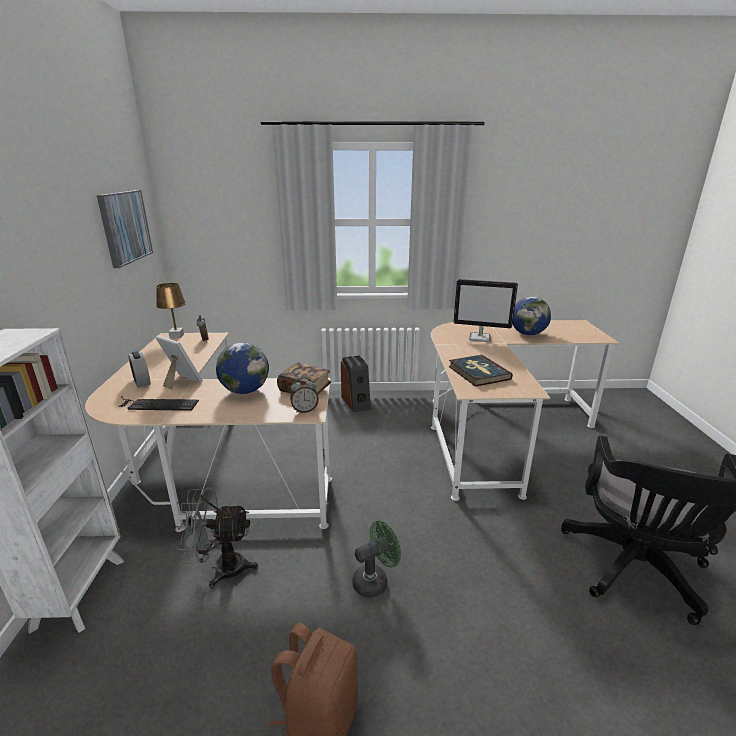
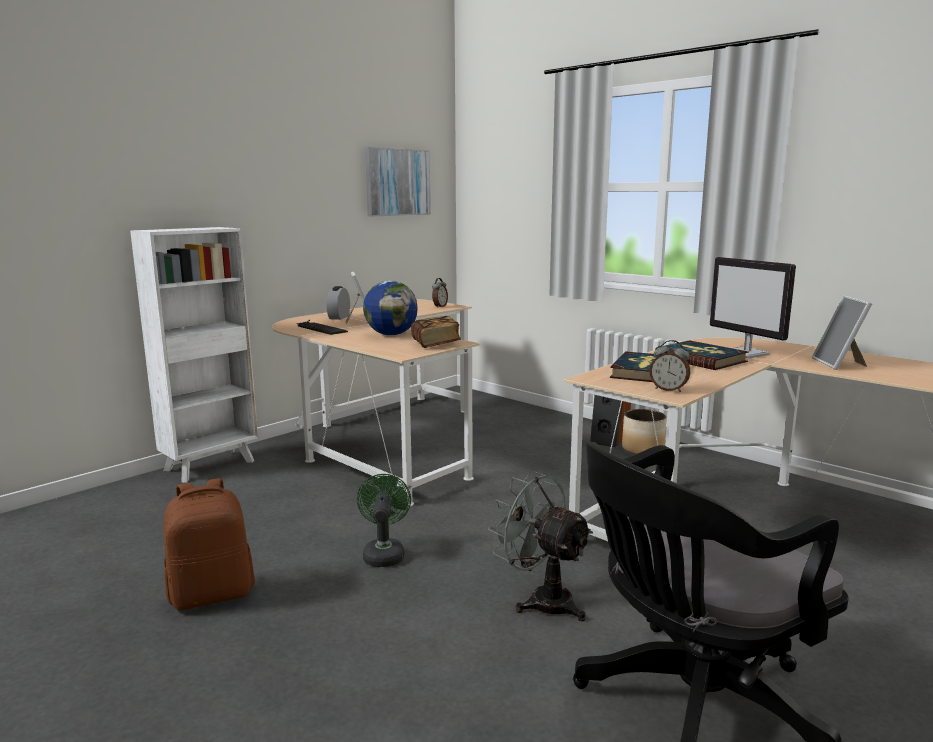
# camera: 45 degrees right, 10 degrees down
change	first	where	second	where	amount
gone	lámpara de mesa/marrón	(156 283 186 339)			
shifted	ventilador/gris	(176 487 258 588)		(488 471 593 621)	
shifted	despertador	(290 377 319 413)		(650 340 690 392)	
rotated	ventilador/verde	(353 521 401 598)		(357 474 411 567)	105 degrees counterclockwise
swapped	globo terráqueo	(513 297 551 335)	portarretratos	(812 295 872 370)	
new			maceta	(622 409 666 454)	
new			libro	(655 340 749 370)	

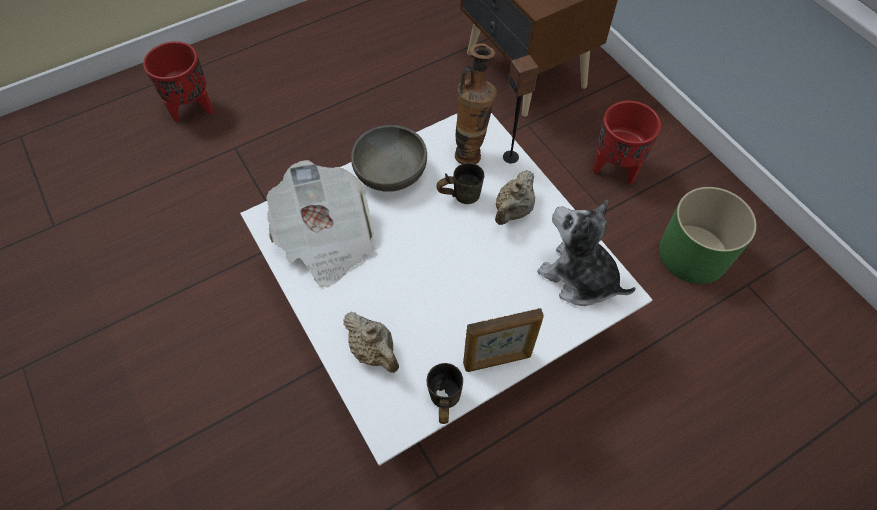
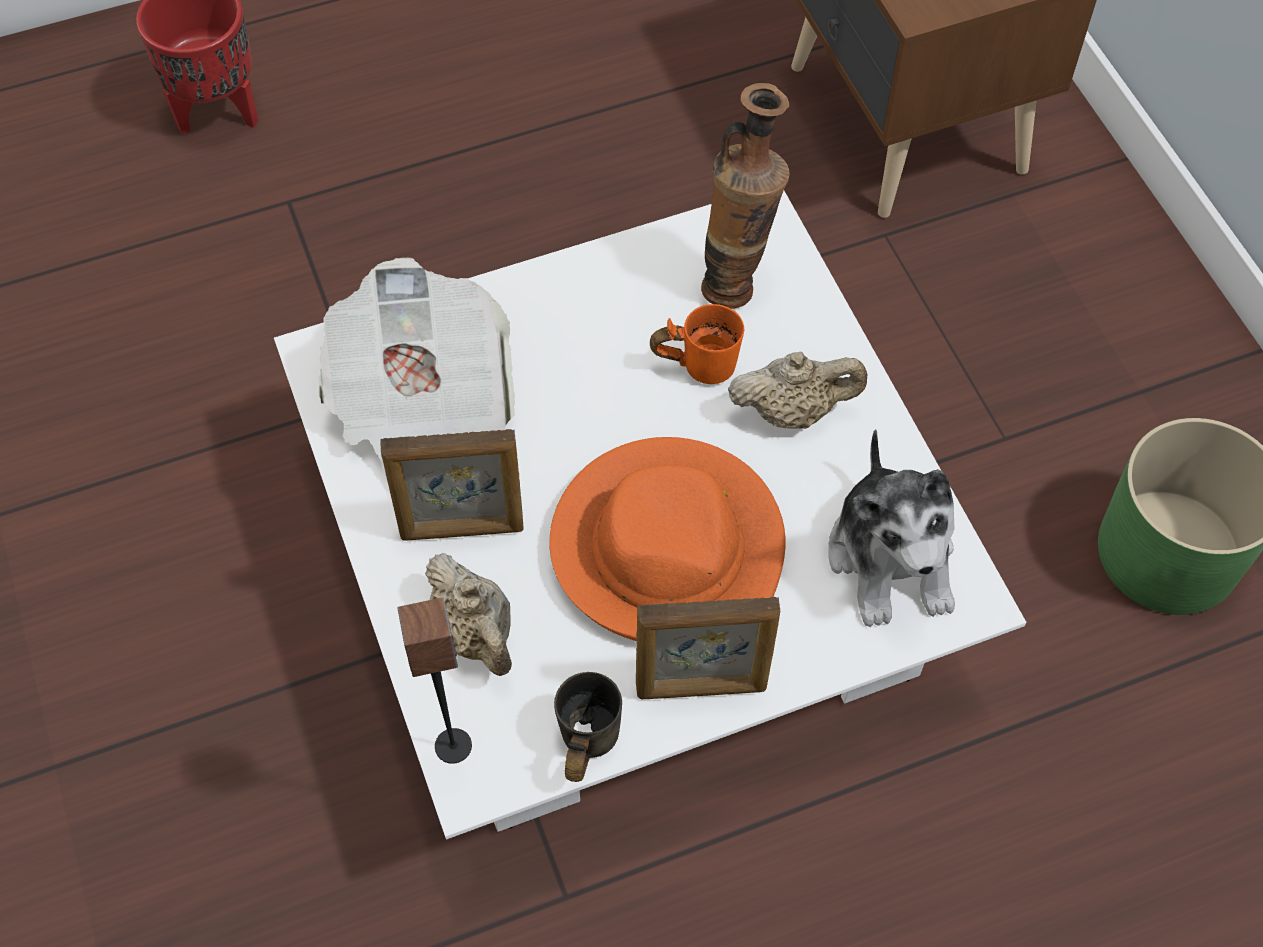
# camera: 10 degrees right, 0 degrees up
change	first	where	second	where	amount
gone	cuenco/gris	(351 125 427 192)			
repainted	taza grande/gris	(436 163 484 204)	taza grande/naranja	(650 304 744 384)	
rotated	tetera/beis	(495 170 535 225)		(728 352 867 429)	135 degrees counterclockwise
shifted	altavoz	(503 55 538 163)		(398 598 472 764)	
rotated	peluche	(537 200 636 306)		(828 429 955 627)	150 degrees counterclockwise
gone	maceta/rojo	(593 101 661 184)			
new			portarretratos	(381 429 524 541)	
new			sombrero/naranja	(550 437 785 641)	

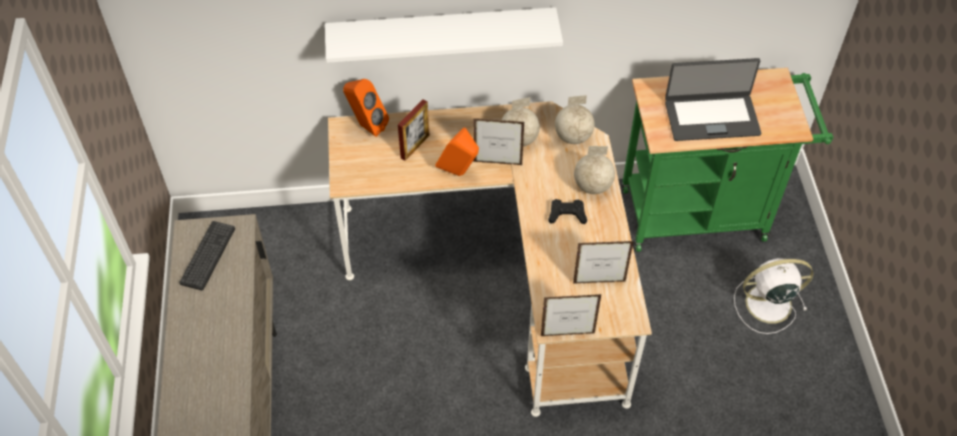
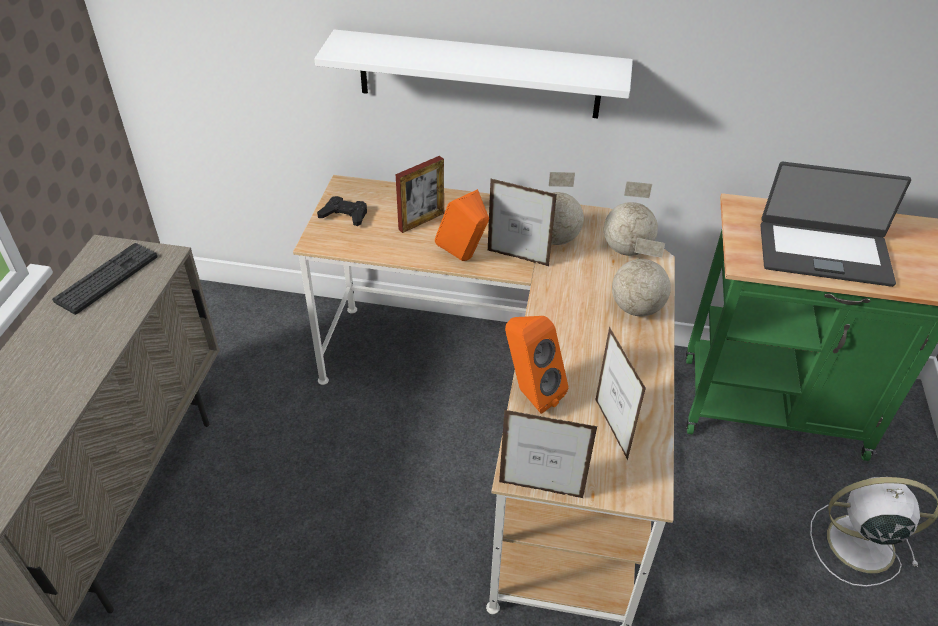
# camera: 15 degrees right, 10 degrees down
change	first	where	second	where	amount
shifted	altavoz/naranja	(343 79 389 137)		(505 316 569 414)	
shifted	mando de consola/negro	(548 199 587 224)		(317 196 367 226)	
rotated	portarretratos	(573 241 634 284)		(596 326 646 460)	60 degrees clockwise

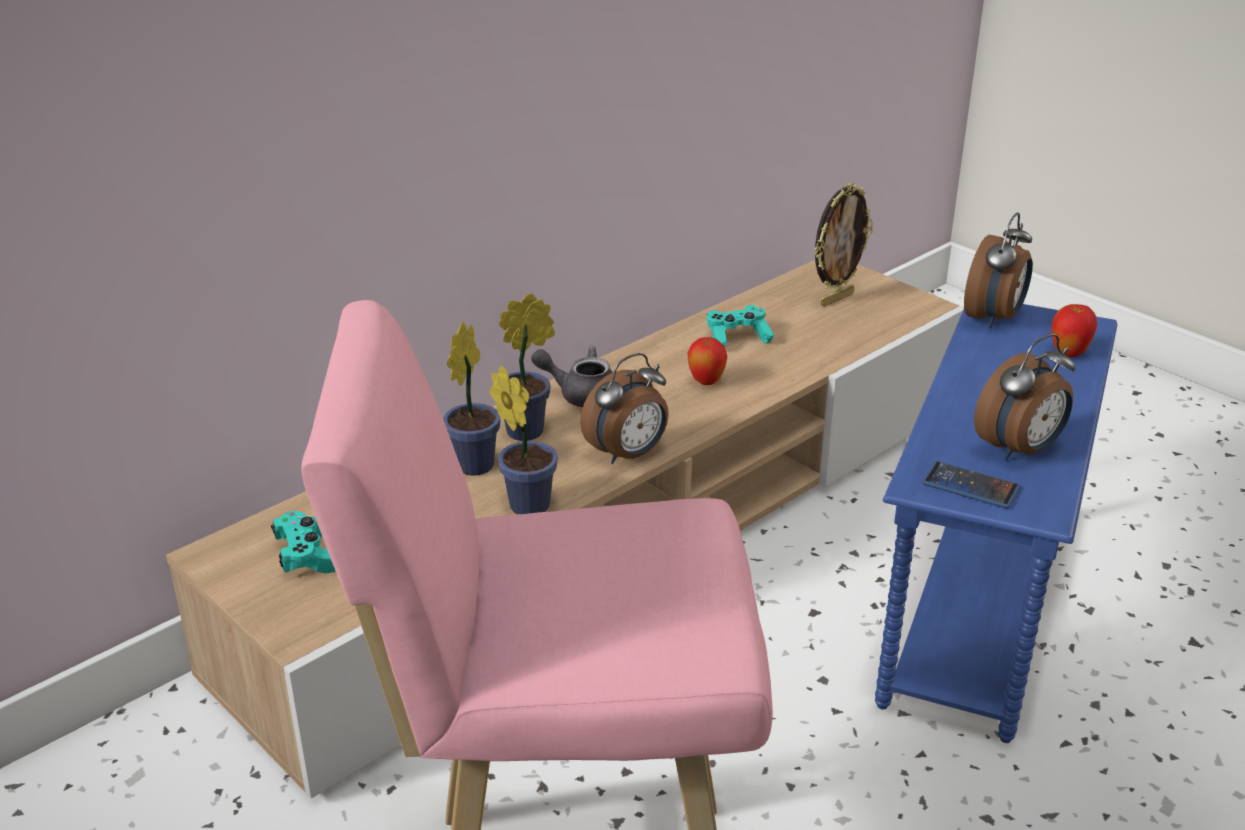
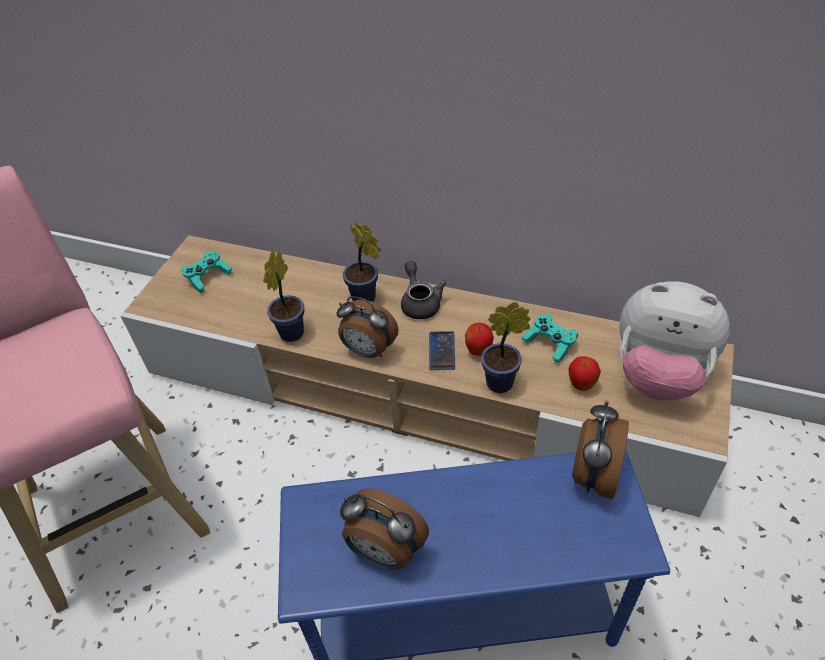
# camera: 65 degrees right, 15 degrees up
change	first	where	second	where	amount
shifted	planta en maceta	(443 322 500 476)		(481 302 531 393)	
swapped	portarretratos	(814 183 873 307)	peluche	(619 281 730 401)	
shifted	móvil	(922 461 1021 509)		(429 331 455 370)	
rotated	despertador	(964 212 1033 328)		(572 401 629 499)	105 degrees clockwise
shifted	manzana	(1051 304 1097 358)		(569 356 601 391)	

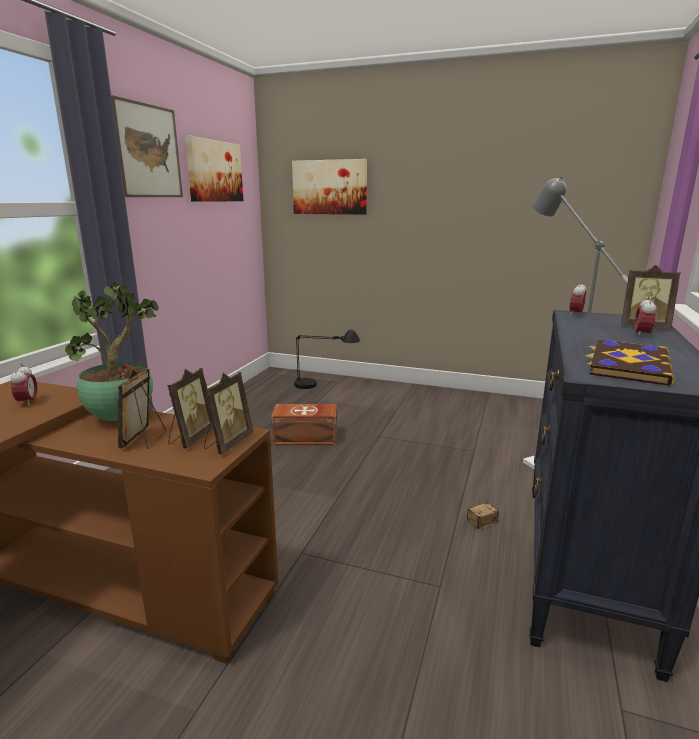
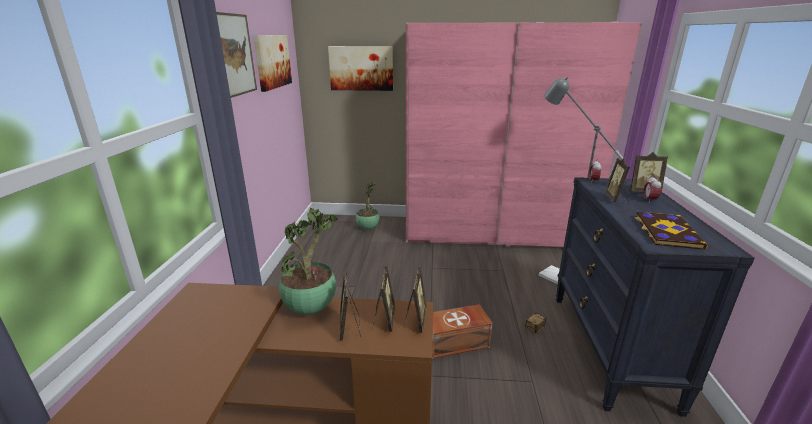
# camera: 15 degrees left, 5 degrees up
change	first	where	second	where	amount
gone	despertador	(10 363 37 406)			
shifted	caja de almacenaje/marrón	(271 404 337 445)		(432 304 493 359)	
swapped	lámpara de mesa/negro	(294 329 360 389)	planta en maceta	(355 182 380 230)	
new			armario ropero/rosa	(406 22 642 247)	
new			portarretratos	(604 158 630 203)	

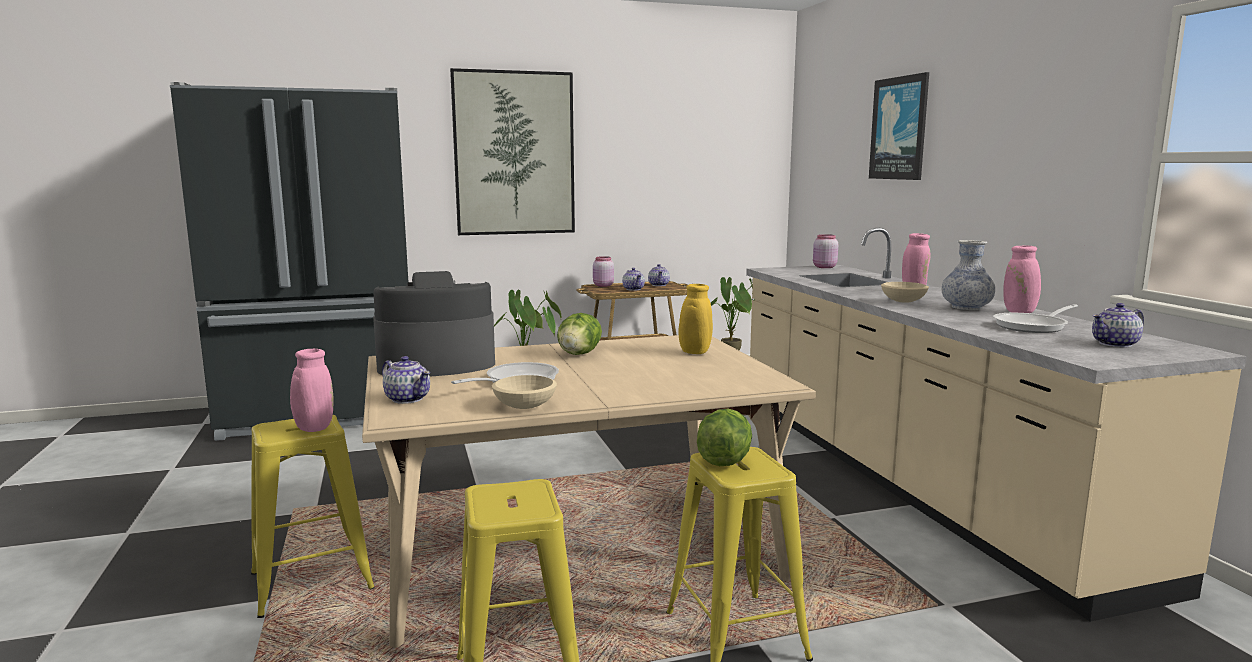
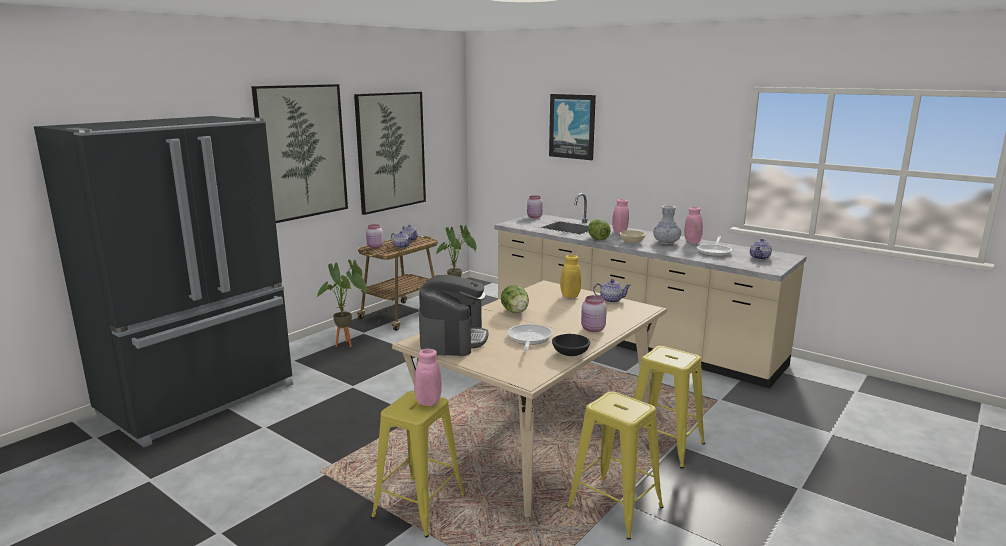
# camera: 35 degrees left, 5 degrees up
change	first	where	second	where	amount
rotated	cafetera	(373 271 495 376)		(419 275 488 356)	150 degrees clockwise
shifted	tetera	(382 356 430 404)		(593 279 631 303)	
repainted	cuenco/beis	(492 375 557 409)	cuenco/negro	(552 334 590 356)	
shifted	lechuga	(697 409 752 466)		(588 219 611 240)	
new			cuadro	(354 92 426 215)	
new			tarro/rosa	(581 295 607 332)	

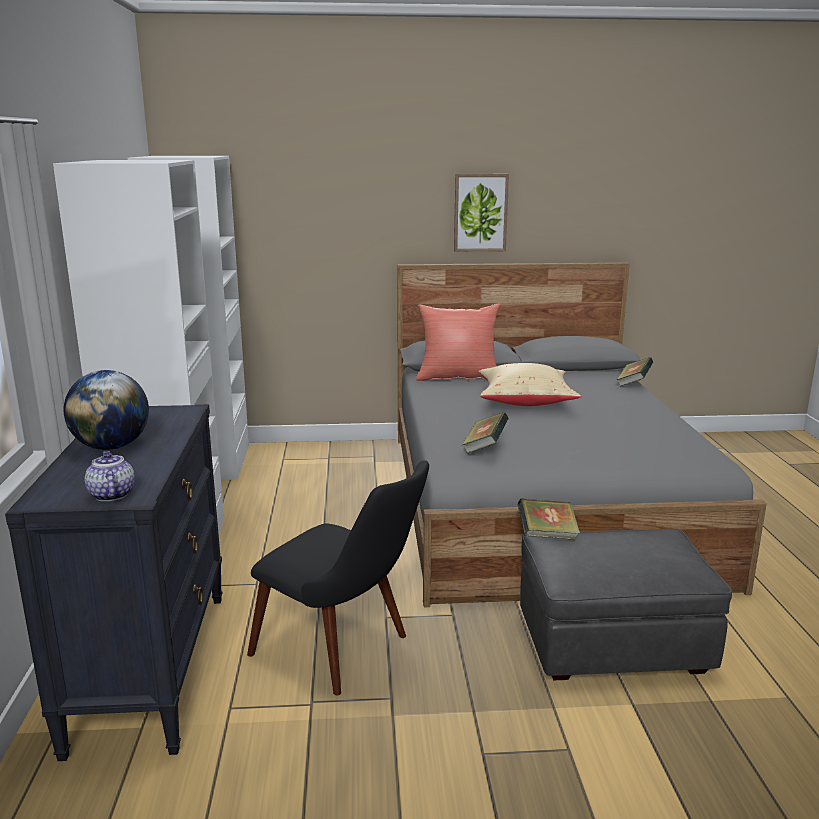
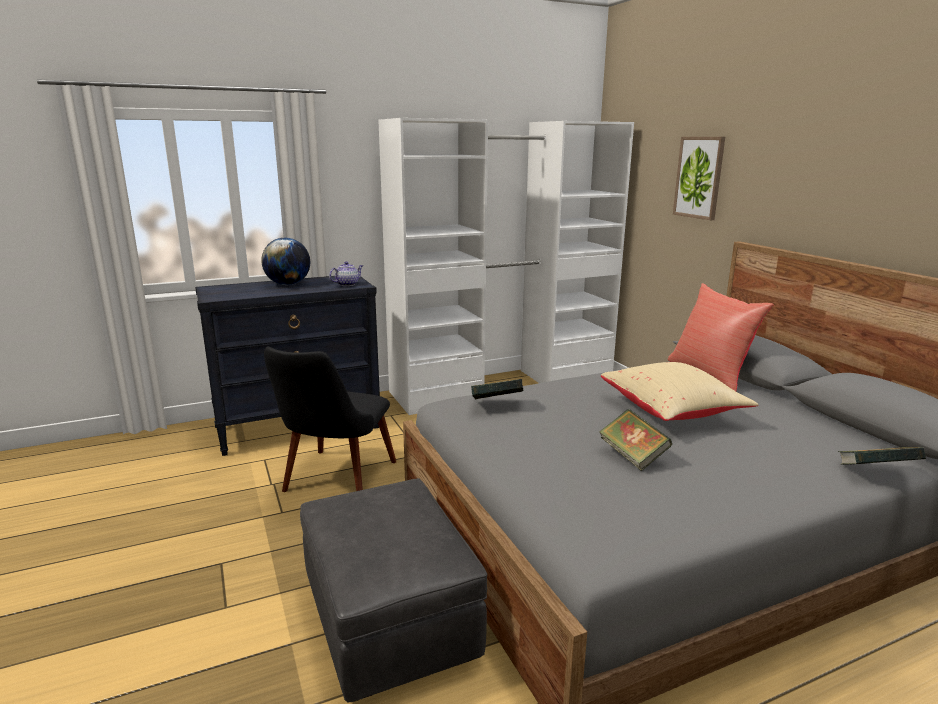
# camera: 70 degrees right, 0 degrees up
change	first	where	second	where	amount
shifted	tetera	(85 451 135 501)		(329 261 363 286)	
shifted	cuadro	(454 174 509 252)		(673 137 725 220)	
shifted	libro	(518 498 580 540)		(599 409 672 471)	

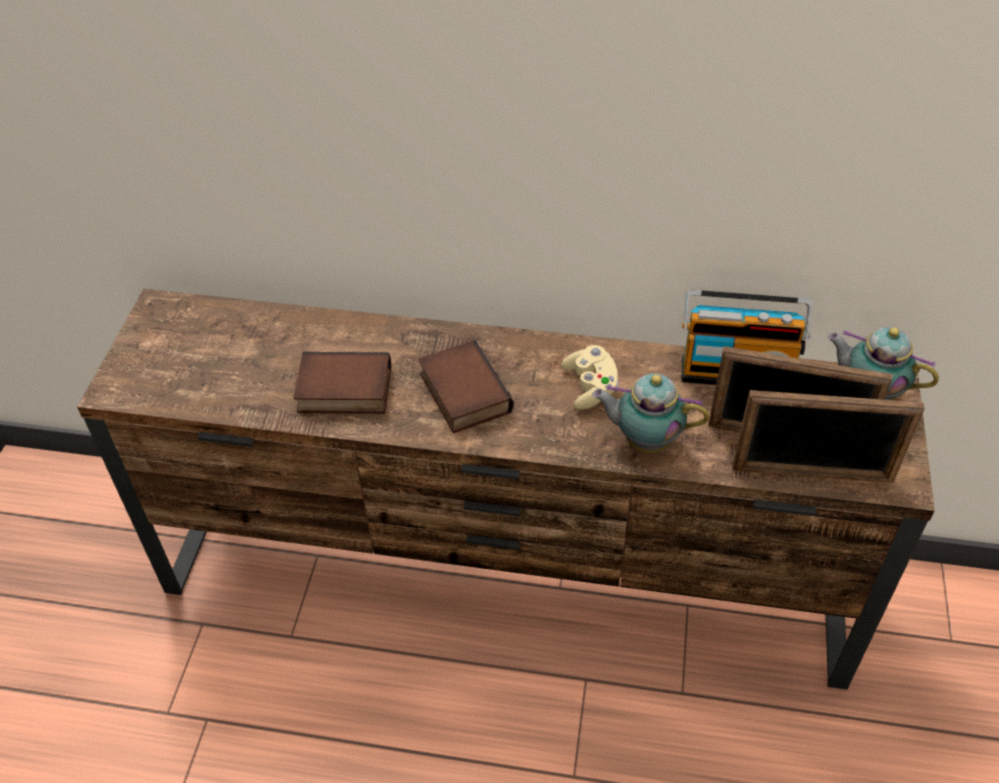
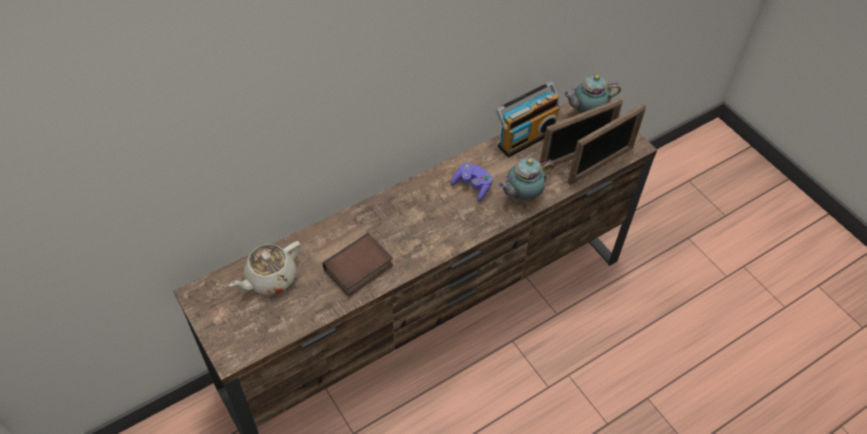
# camera: 45 degrees left, 5 degrees up
change	first	where	second	where	amount
gone	libro	(418 340 514 433)			
repainted	mando de consola/beis	(561 345 619 410)	mando de consola/morado	(451 163 493 201)	
new			tetera/beis	(229 241 301 295)	

